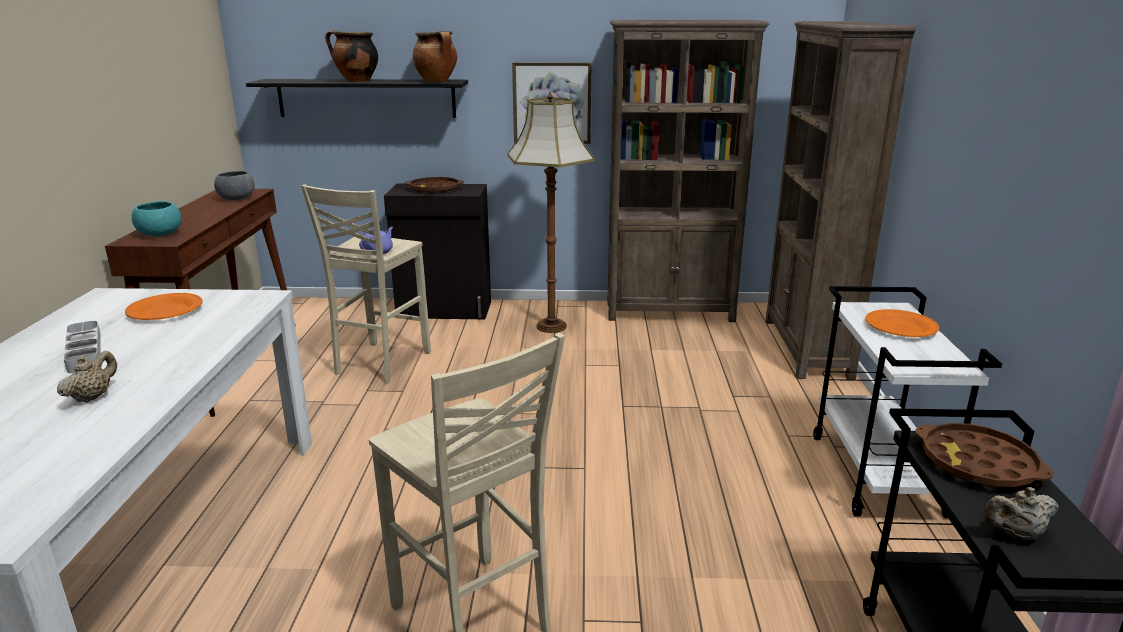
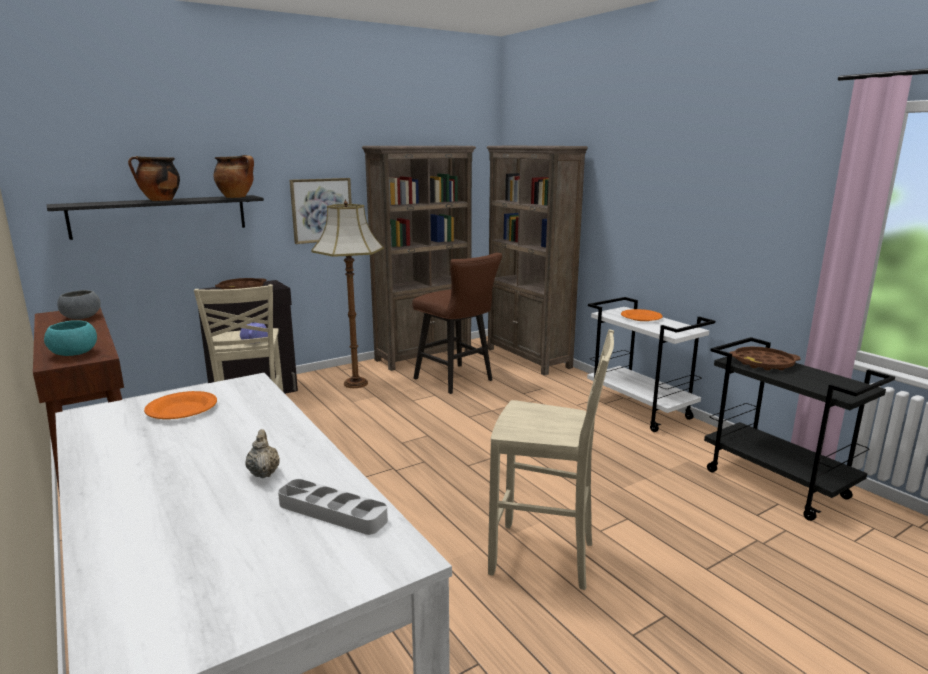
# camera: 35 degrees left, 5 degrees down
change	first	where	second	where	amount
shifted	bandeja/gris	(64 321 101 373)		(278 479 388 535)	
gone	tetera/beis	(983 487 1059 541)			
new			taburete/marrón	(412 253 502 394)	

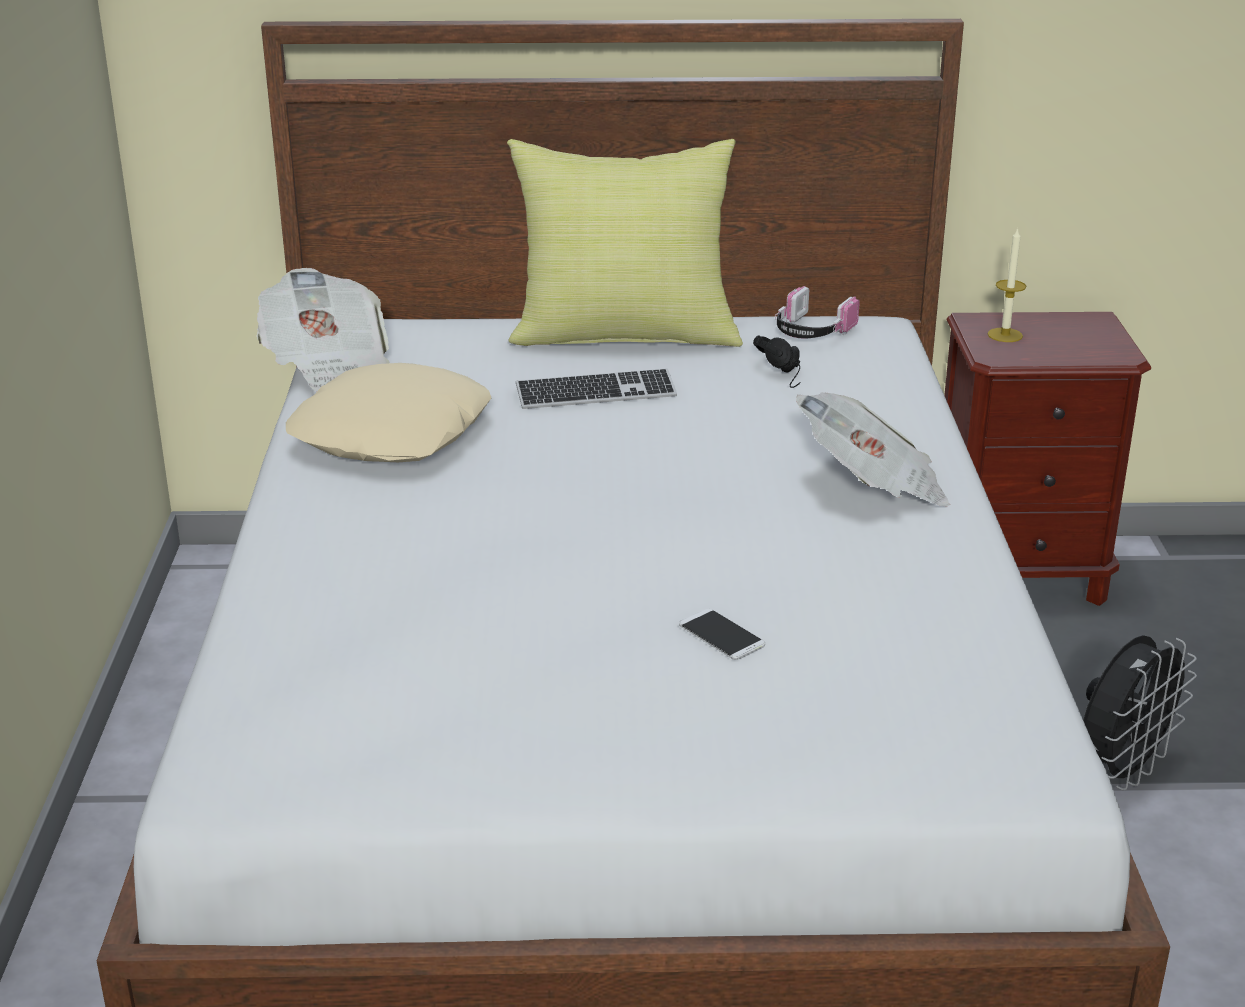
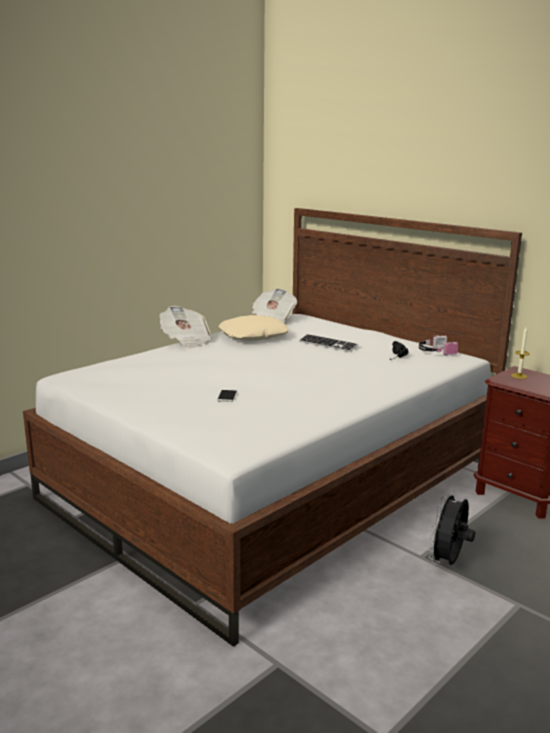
# camera: 45 degrees right, 10 degrees down
change	first	where	second	where	amount
gone	cojín/amarillo	(507 139 743 347)			
shifted	periódico	(796 393 951 506)		(159 306 212 349)	
rotated	ventilador/negro	(1083 635 1197 790)		(428 490 475 565)	120 degrees clockwise

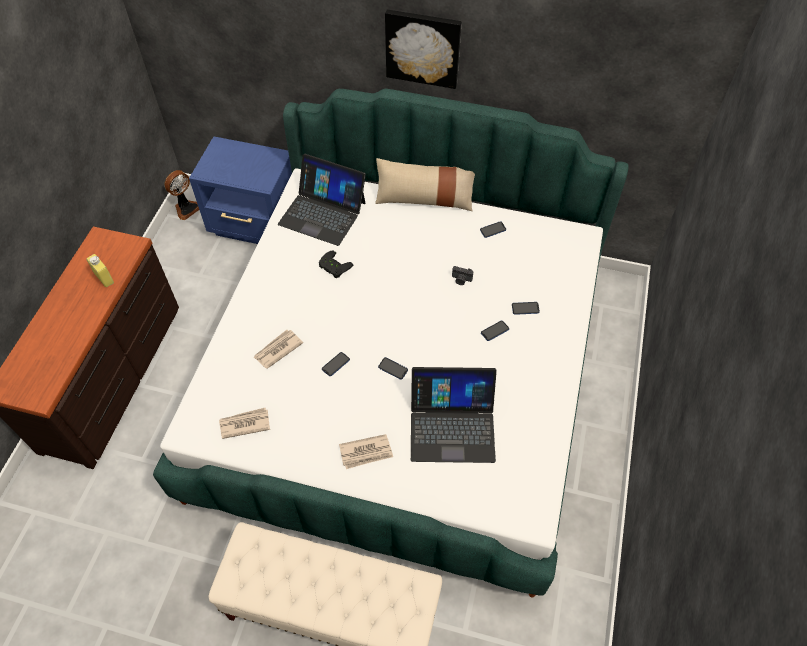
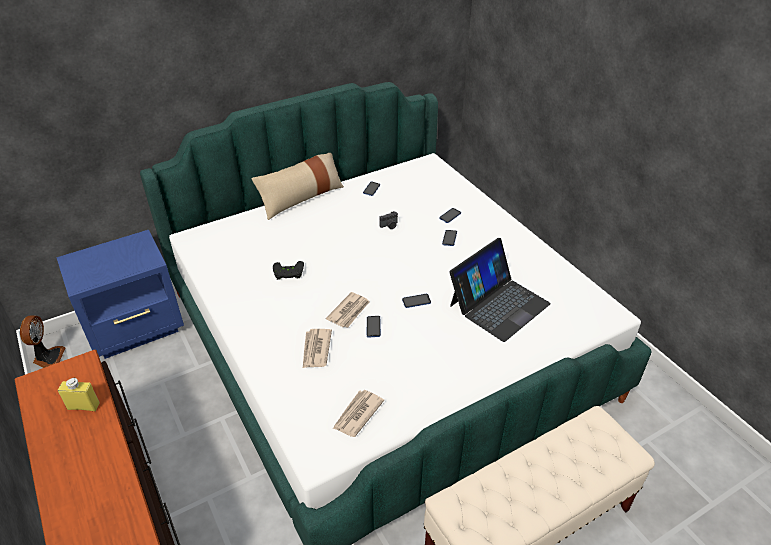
# camera: 45 degrees left, 15 degrees down
change	first	where	second	where	amount
gone	portátil	(278 154 366 246)			
shifted	periódico	(339 434 393 469)		(326 292 370 328)	
gone	cuadro	(385 10 462 89)			

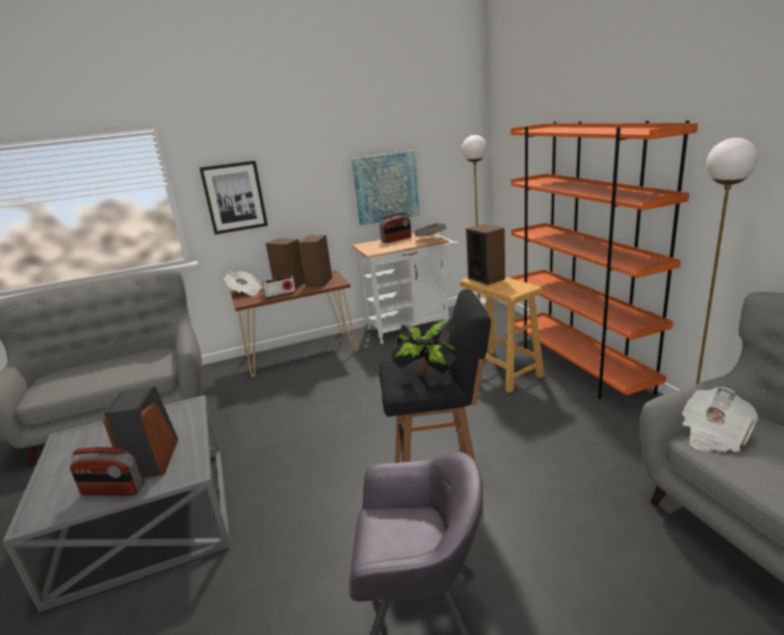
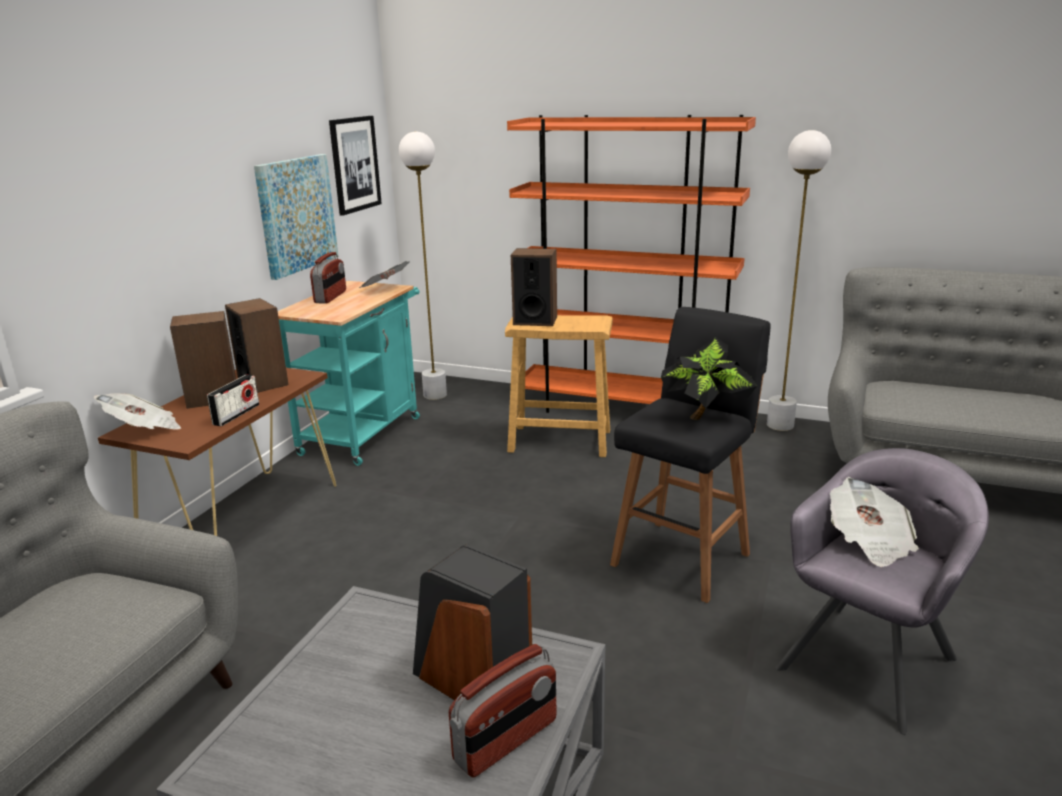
# camera: 50 degrees left, 0 degrees up
change	first	where	second	where	amount
shifted	cuadro	(199 161 268 235)		(329 116 382 216)	
repainted	carrito/blanco	(352 233 459 344)	carrito/turquesa	(278 281 420 466)	
shifted	periódico	(682 387 758 452)		(830 477 919 567)	

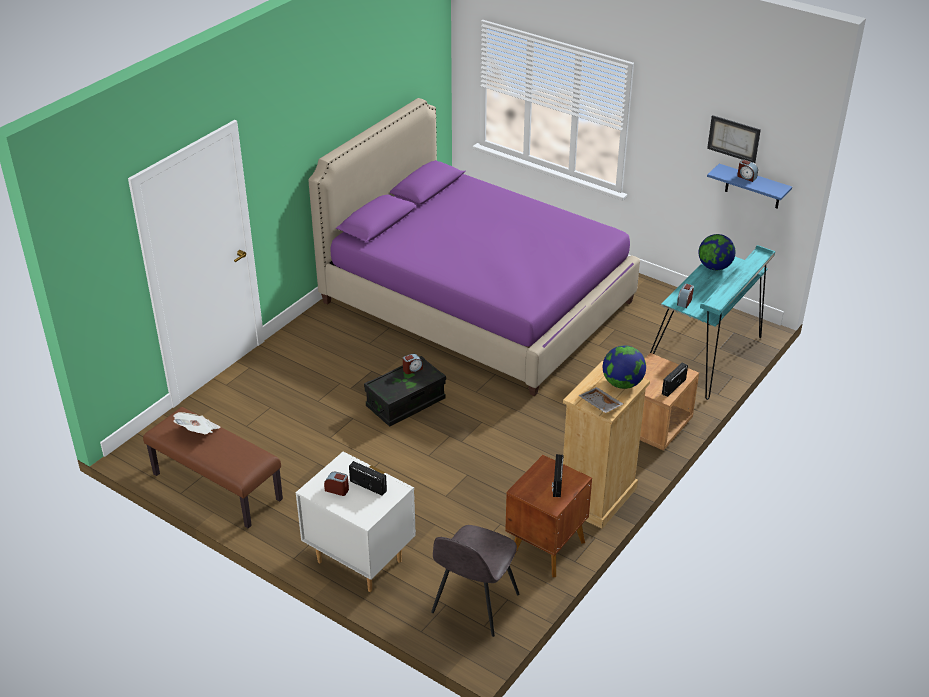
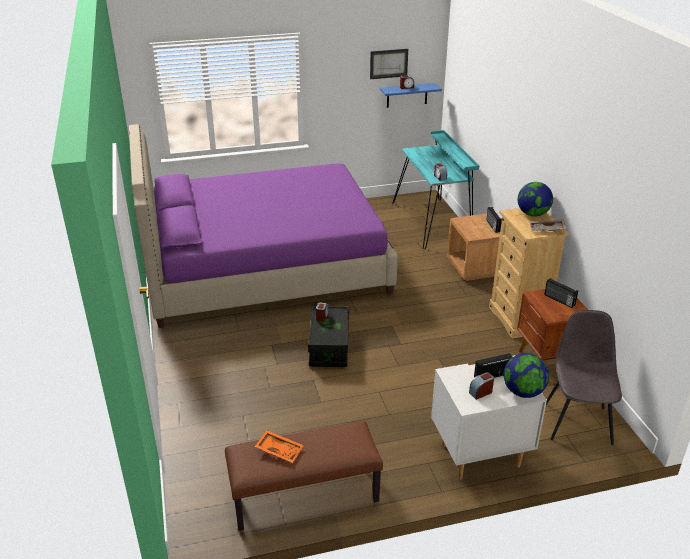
# camera: 50 degrees left, 5 degrees down
change	first	where	second	where	amount
swapped	periódico	(173 412 220 435)	bandeja/naranja	(255 430 304 463)	
rotated	silla/gris	(431 525 519 637)		(546 310 622 445)	150 degrees counterclockwise
shifted	globo terráqueo	(699 234 736 270)		(504 353 549 398)	

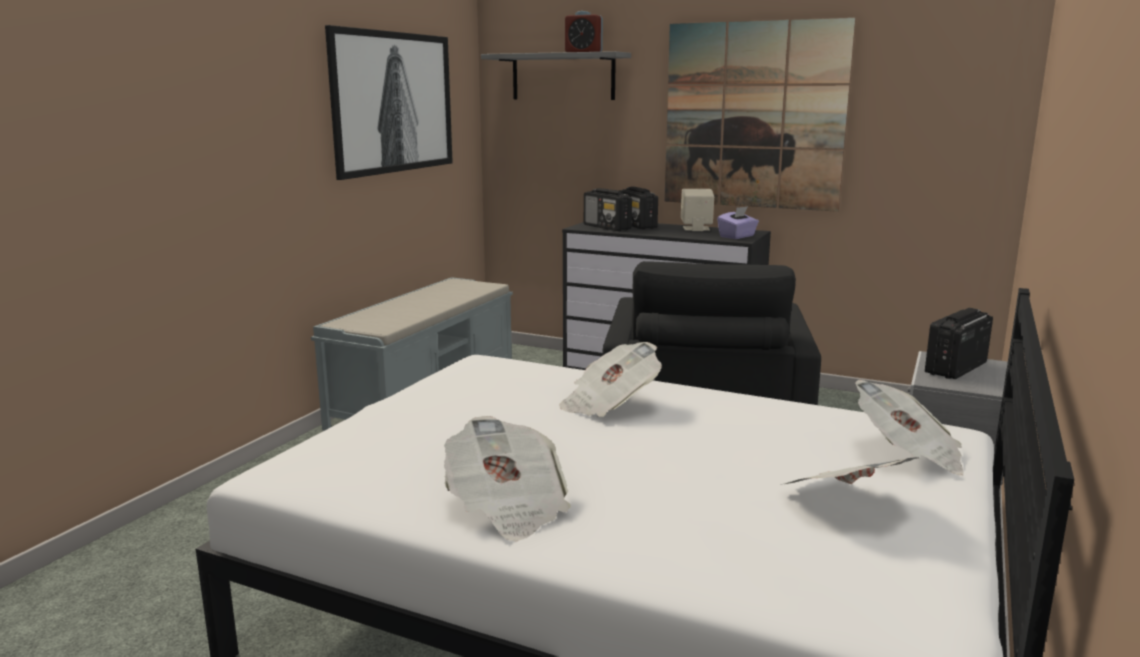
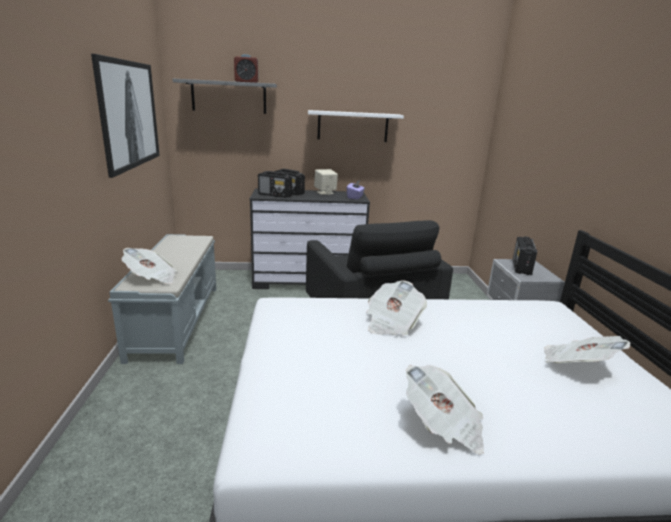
# camera: 30 degrees left, 5 degrees up
change	first	where	second	where	amount
swapped	cuadro	(664 18 856 212)	estante/blanco	(308 110 404 142)	
shifted	periódico	(855 380 964 475)		(121 248 177 284)	

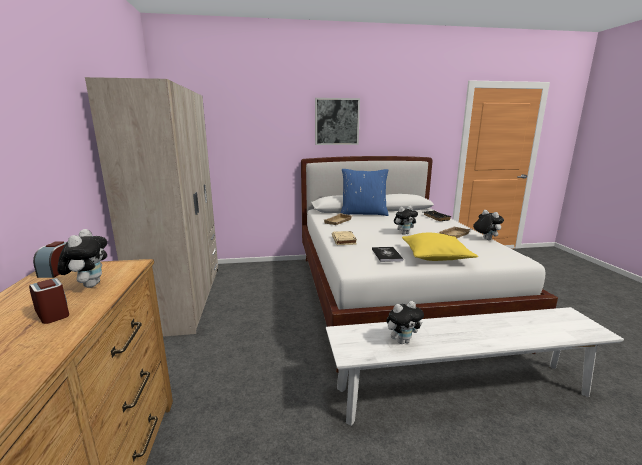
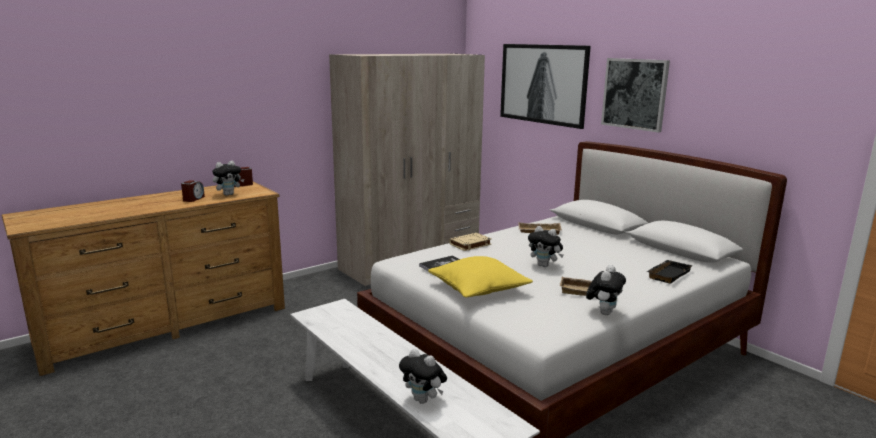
# camera: 60 degrees right, 0 degrees up
change	first	where	second	where	amount
gone	cojín/azul	(341 169 389 216)			
shifted	peluche	(386 301 424 344)		(399 349 447 404)	
new			cuadro	(500 44 591 129)	

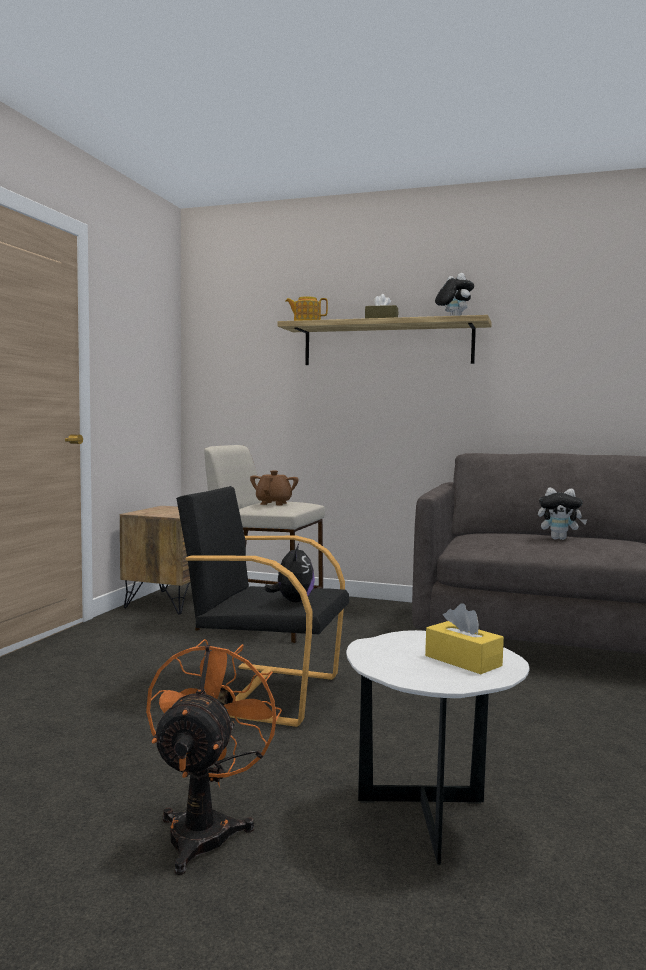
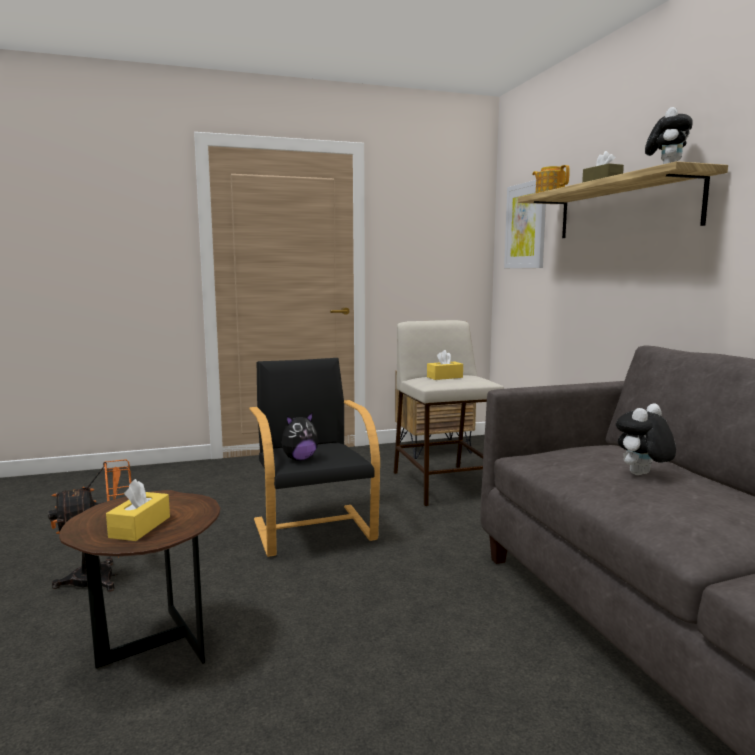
# camera: 55 degrees right, 5 degrees up
change	first	where	second	where	amount
swapped	tetera/marrón	(250 470 298 506)	caja de pañuelos/amarillo	(427 350 463 380)	
repainted	mesa auxiliar/blanco	(346 630 529 865)	mesa auxiliar/marrón	(59 490 221 670)	
rotated	peluche	(538 487 587 540)		(616 404 676 475)	75 degrees clockwise
new			cuadro	(504 180 546 268)	

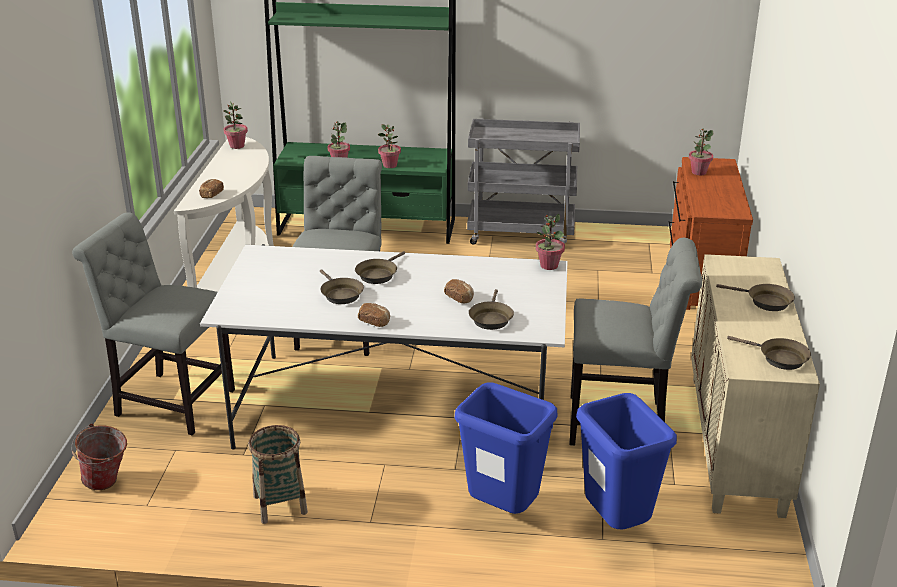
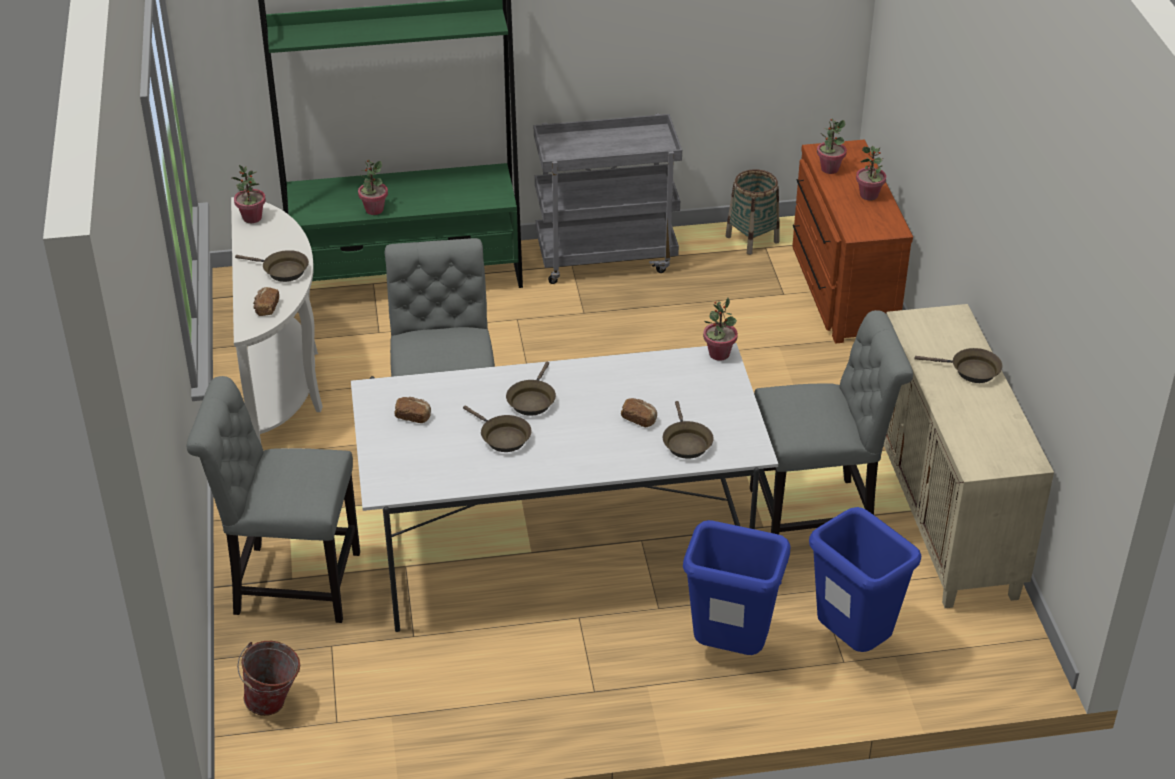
# camera: 15 degrees left, 10 degrees up
change	first	where	second	where	amount
shifted	cesta	(248 425 308 524)		(726 169 780 255)	
shifted	pan	(358 303 390 327)		(395 397 431 423)	
shifted	planta en maceta	(378 124 401 168)		(856 146 886 201)	
shifted	sartén/marrón	(727 336 811 370)		(235 250 309 282)	

